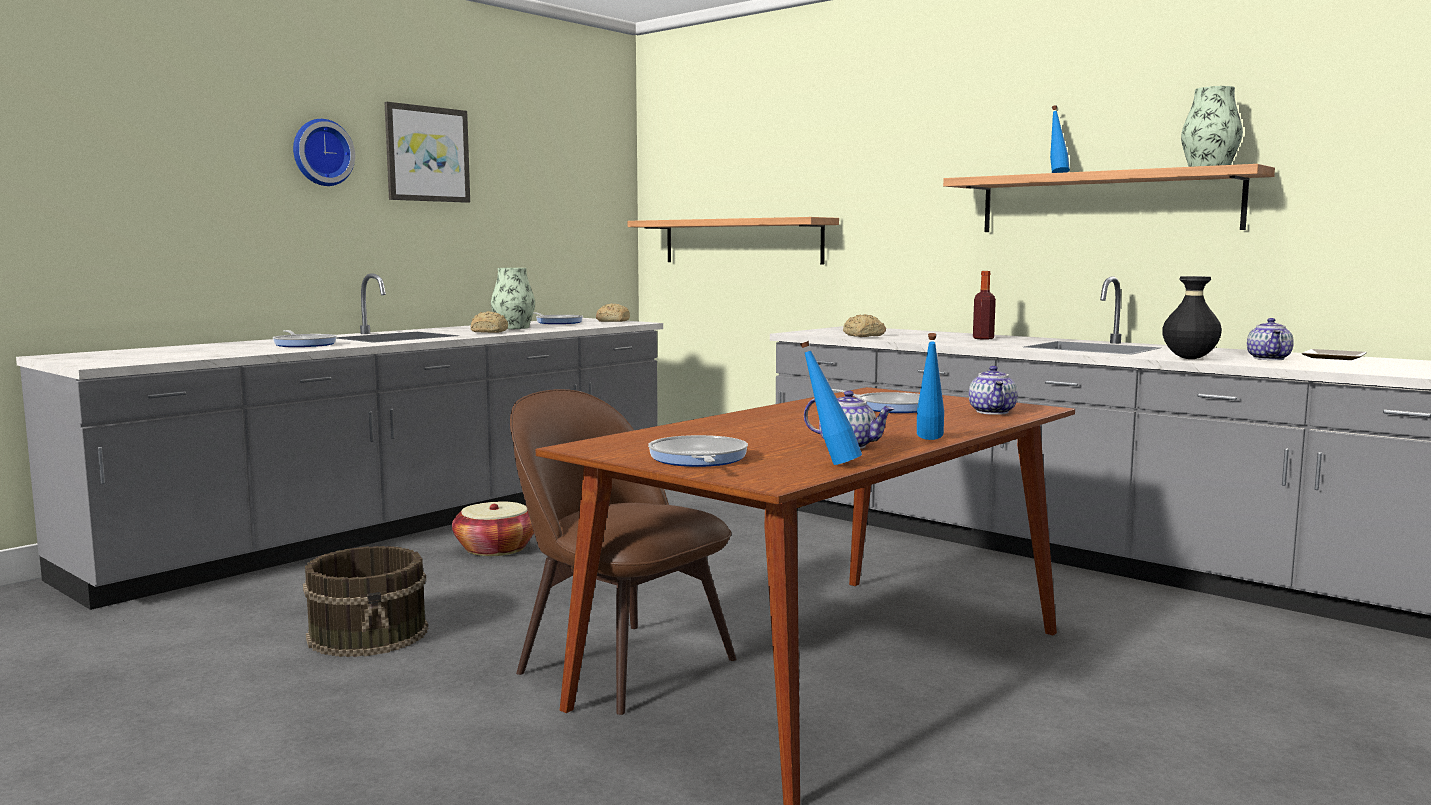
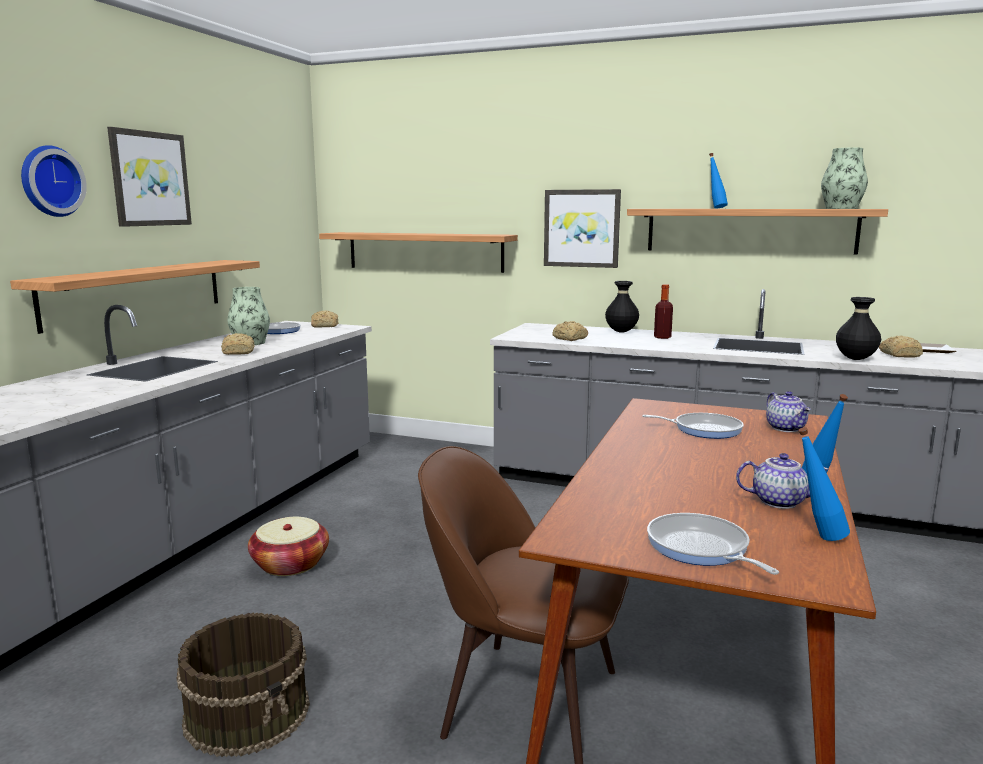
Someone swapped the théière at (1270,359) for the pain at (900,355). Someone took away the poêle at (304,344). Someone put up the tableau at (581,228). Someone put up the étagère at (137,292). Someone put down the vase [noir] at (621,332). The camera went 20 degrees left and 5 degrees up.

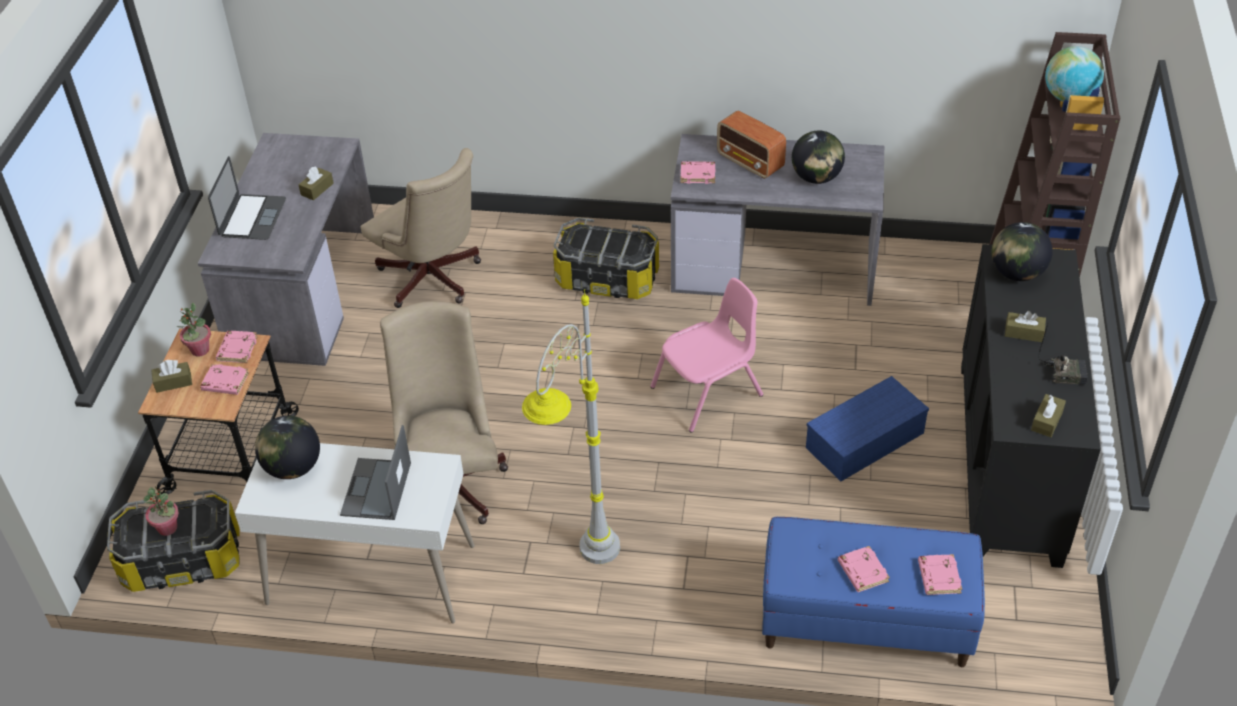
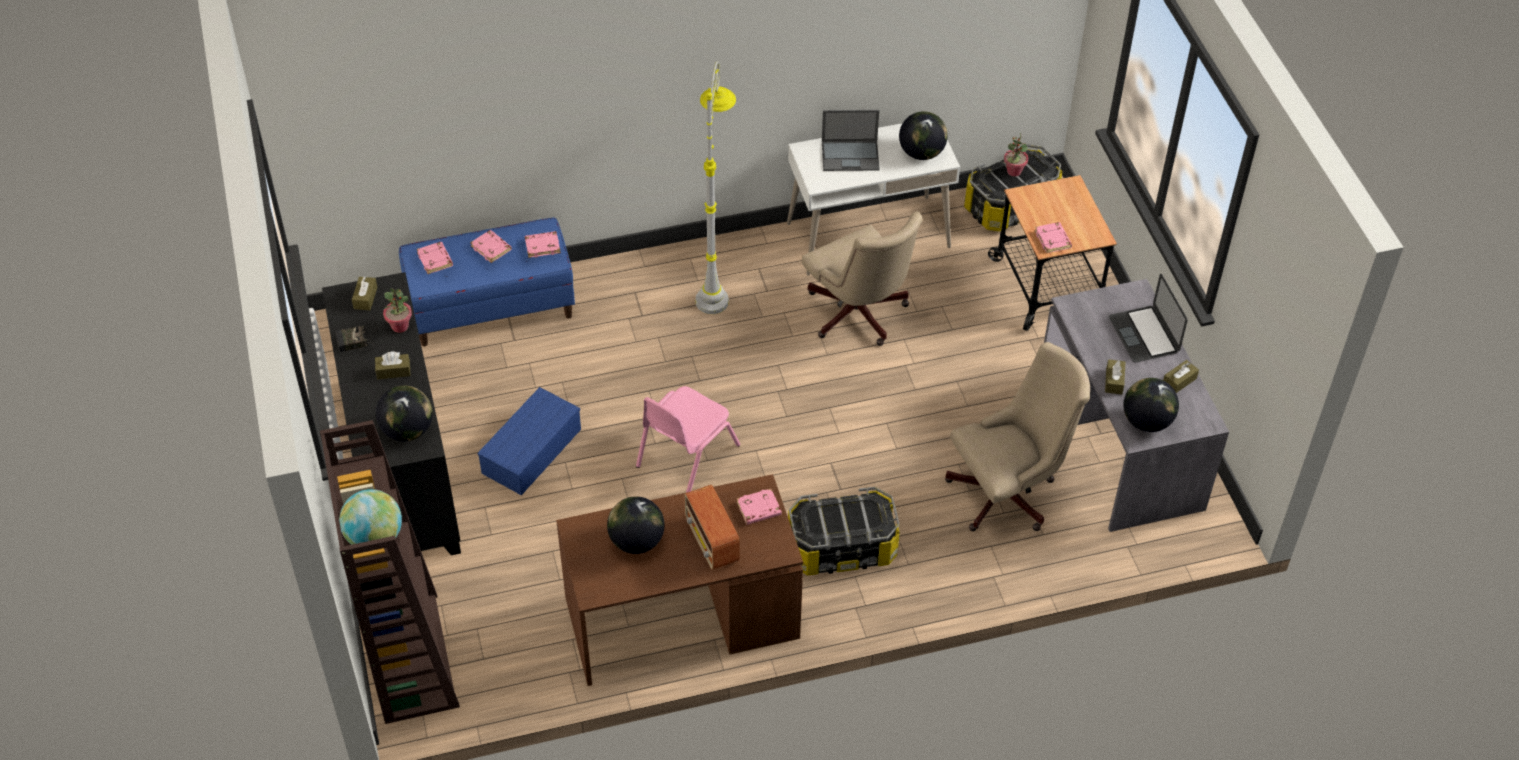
Someone rotated the radio at (750,162) by 135 degrees counterclockwise. Someone repainted the bureau [gris] at (775,265), which became the bureau [marron] at (680,619). Someone rotated the chaise de bureau [beige] at (433,281) by 135 degrees clockwise. Someone carried the plante en pot from (200,350) to (400,326). Someone carried the boîte à mouchoirs [marron] from (173,382) to (1179,381). Someone carried the livre [rose] from (224,383) to (543,246). Someone rotated the ordinateur portable at (376,490) by 105 degrees clockwise. Someone put down the globe at (1146,422). The camera went 155 degrees right and 5 degrees up.

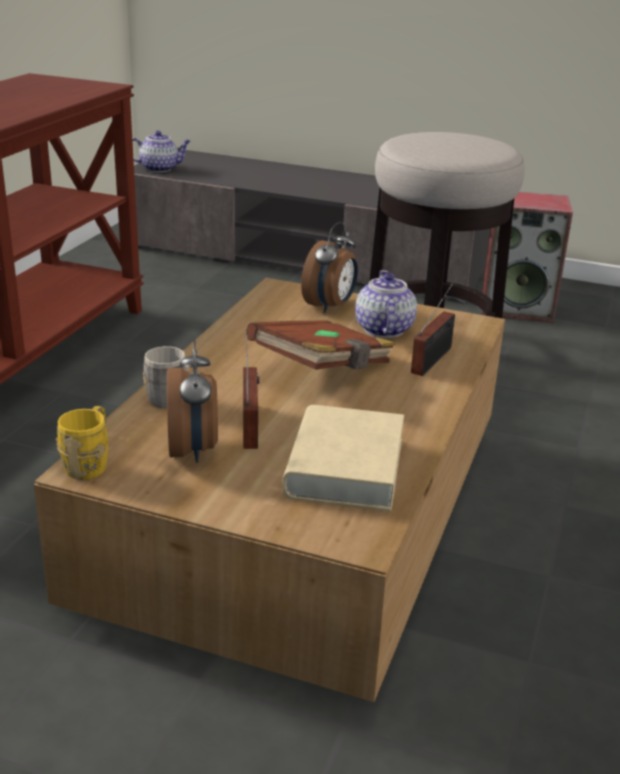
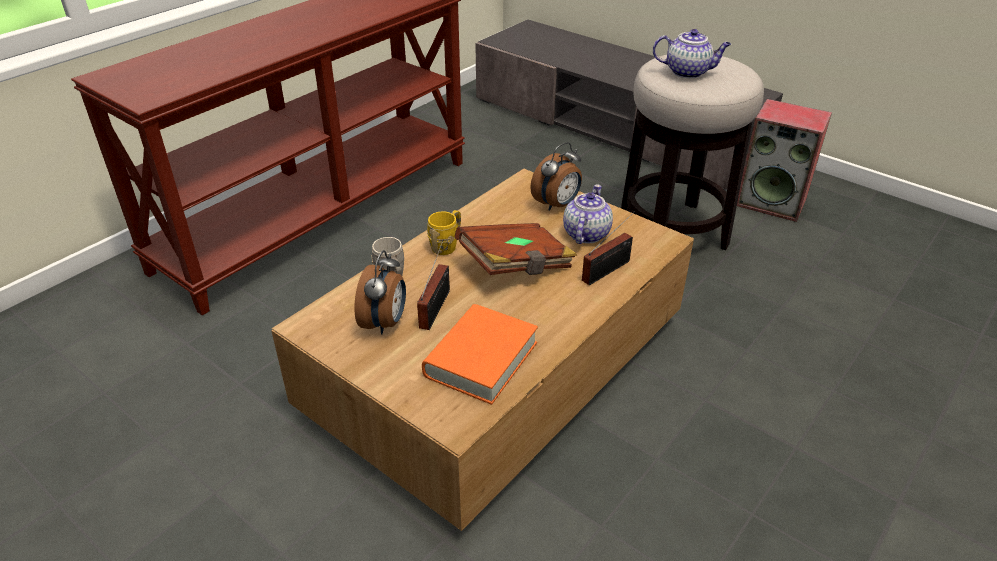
Someone carried the théière from (160,168) to (688,72). Someone repainted the livre [beige] at (345,468), which became the livre [orange] at (481,359). Someone carried the mug [jaune] from (90,463) to (447,245). The camera went 20 degrees right and 10 degrees up.

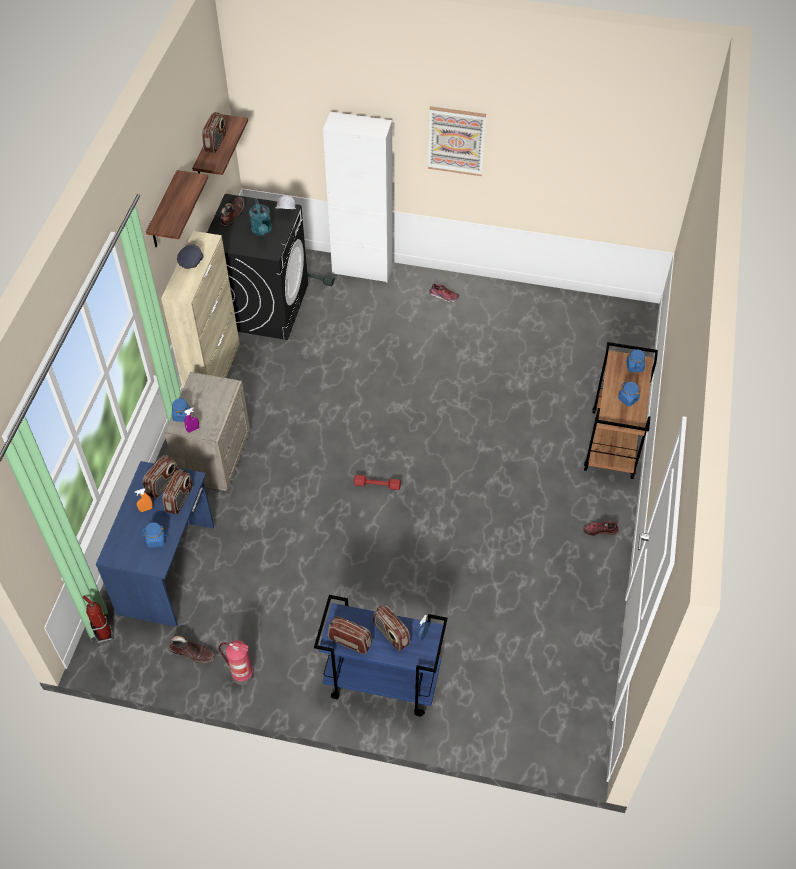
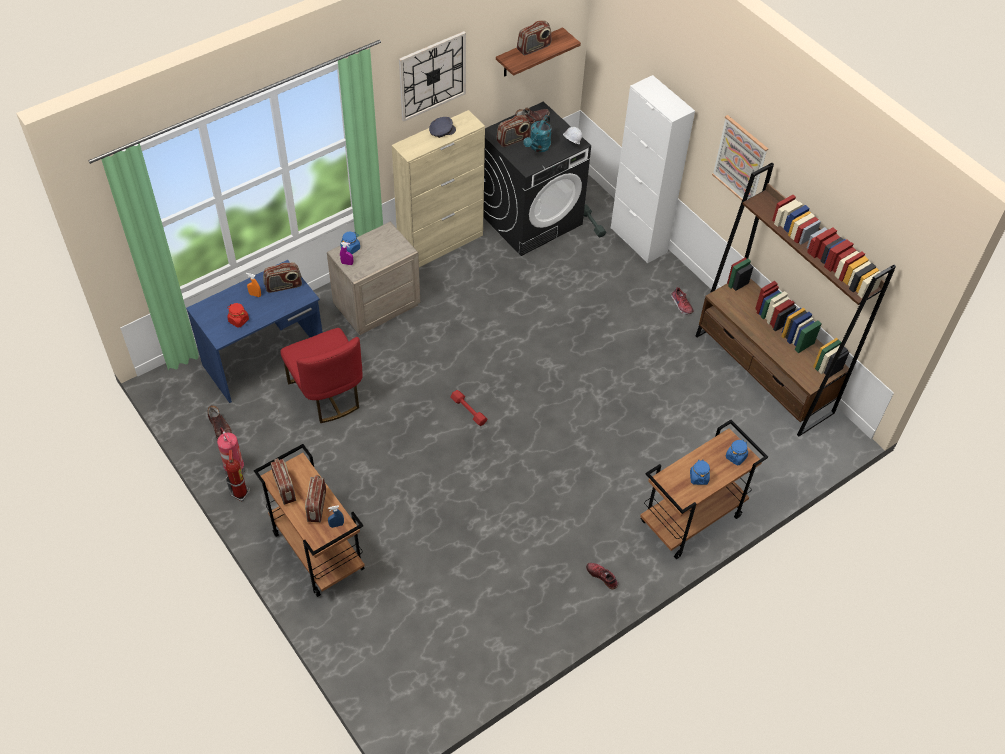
Someone swapped the étagère at (164,212) for the horloge murale at (432,76). Someone carried the radio from (180,499) to (513,140). Someone repainted the bocal [bleu] at (156,540), which became the bocal [rouge] at (238,320). Someone carried the extincteur from (104,634) to (240,493). Someone repainted the chariot [bleu] at (381,682), which became the chariot [marron] at (317,551). Someone put down the bibliothèque [marron] at (763,374). Someone put down the chaise [rouge] at (327,394). The camera went 40 degrees right and 0 degrees up.

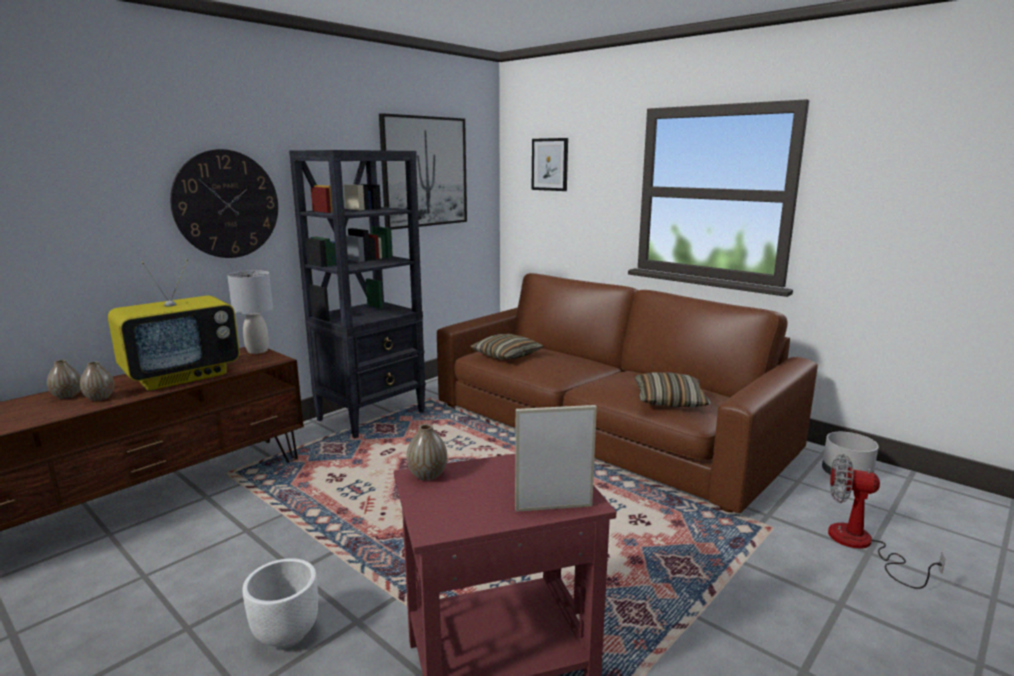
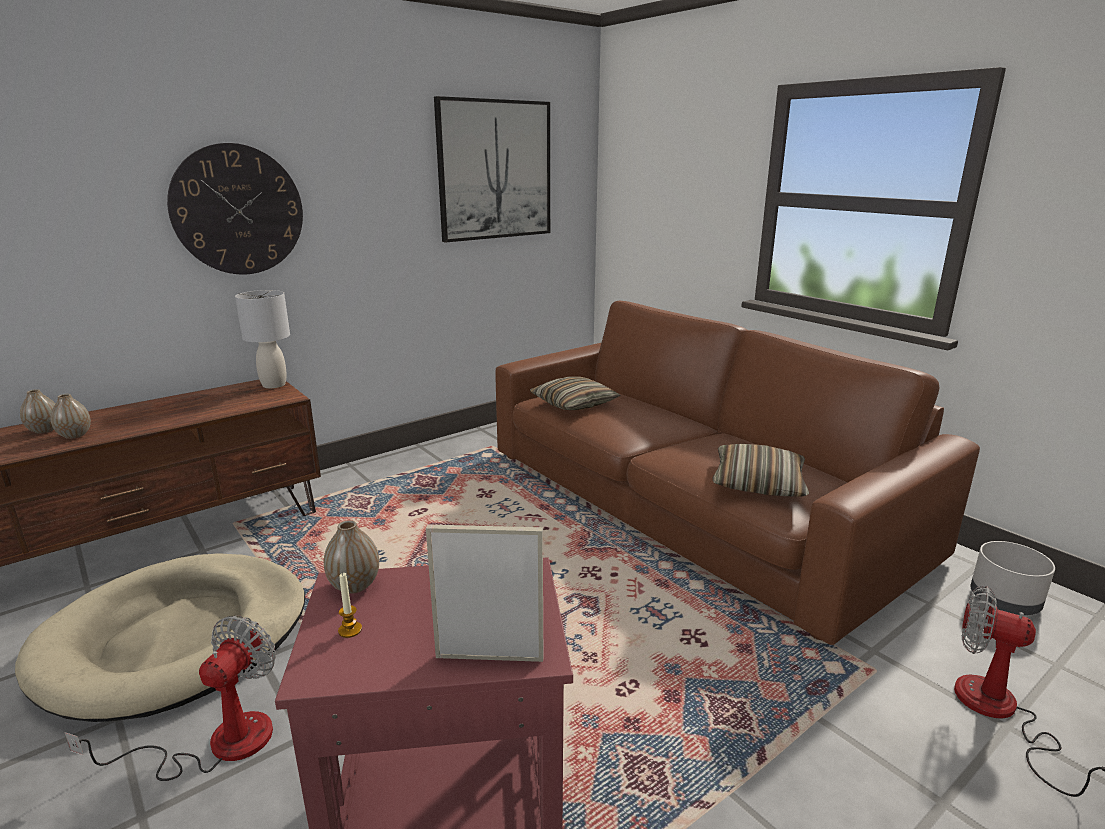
Someone took away the tableau at (550,164). Someone took away the bibliothèque [noir] at (372,416). Someone took away the téléviseur at (182,376). Someone swapped the cache-pot [blanc] at (285,635) for the ventilateur at (217,743). Someone put down the panier pour chien [beige] at (176,639). Someone put down the bougie at (350,630). The camera went 10 degrees right and 5 degrees up.

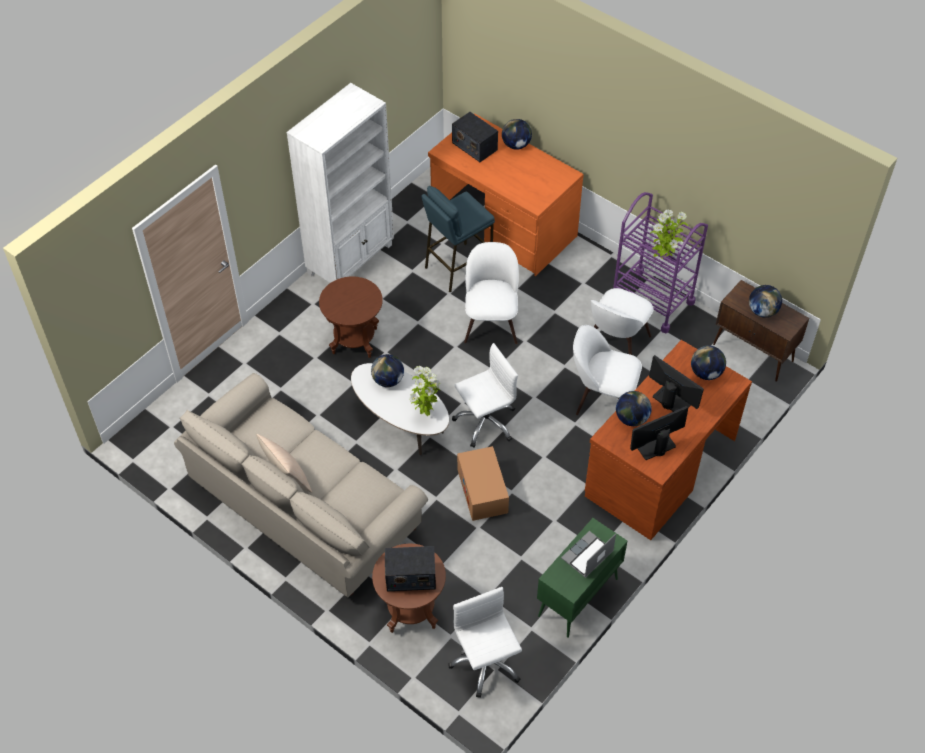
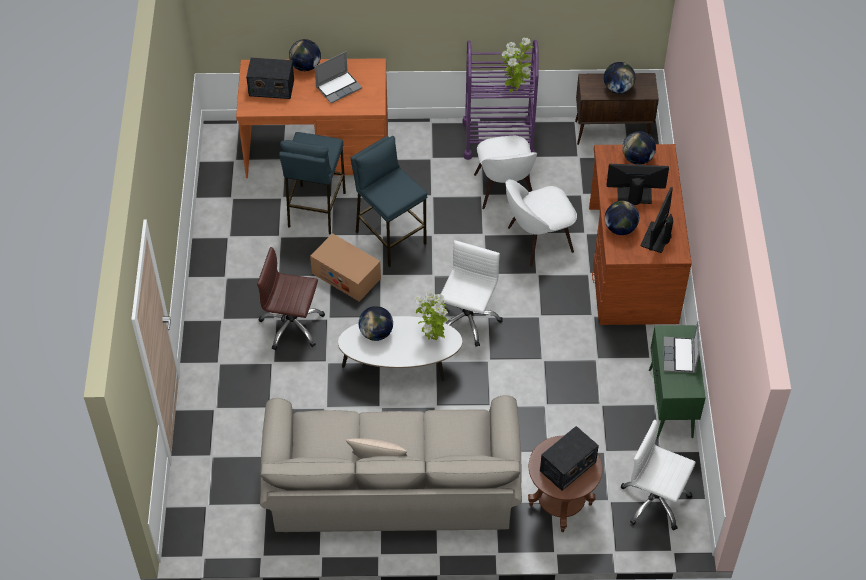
Someone took away the bibliothèque [blanc] at (351,259). Someone swapped the chaise [blanc] at (491,323) for the tabouret [bleu] at (390,237). Someone swapped the table d'appoint [marron] at (354,340) for the chaise de bureau [marron] at (292,326). Someone carried the carton from (482,491) to (346,276). Someone put down the ordinateur portable at (339,87). The camera went 40 degrees left and 0 degrees up.

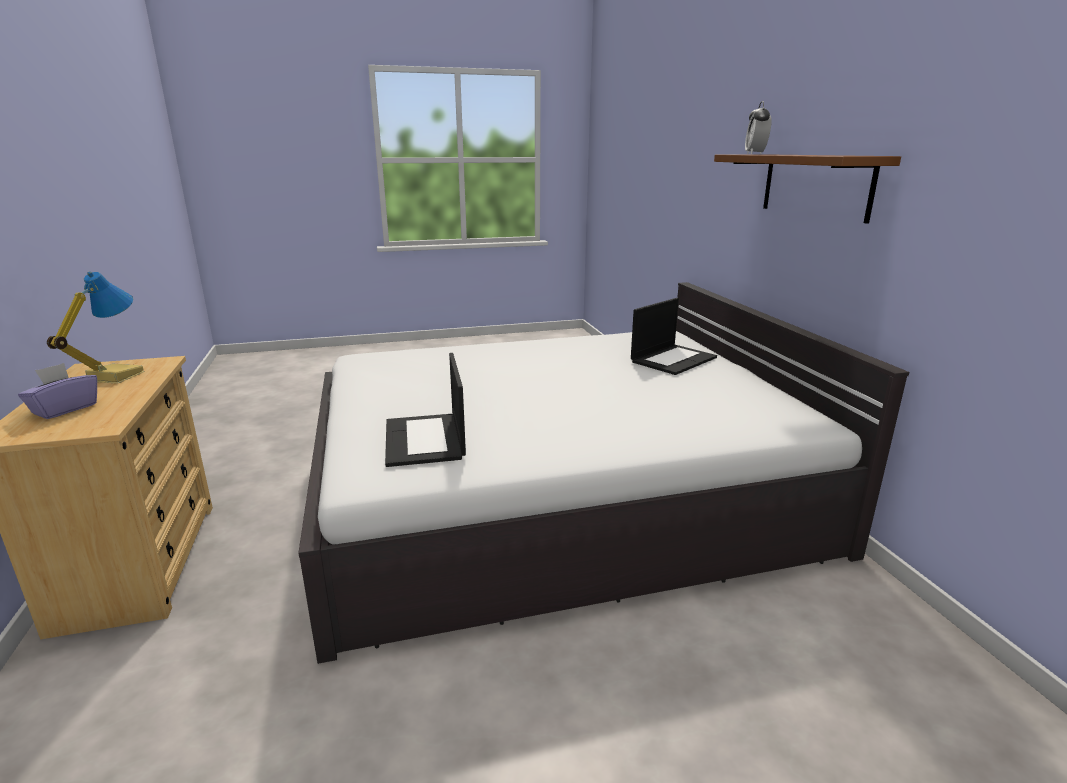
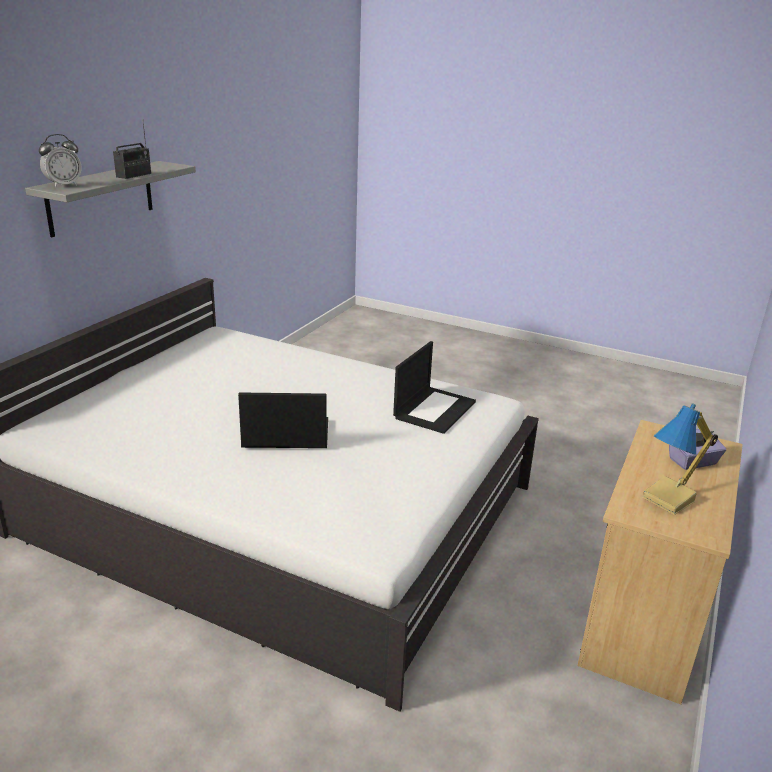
Someone repainted the étagère [marron] at (815,185), which became the étagère [gris] at (101,197). Someone carried the ordinateur portable from (673,359) to (284,434). Someone put down the radio at (134,175). The camera went 140 degrees left and 5 degrees up.

